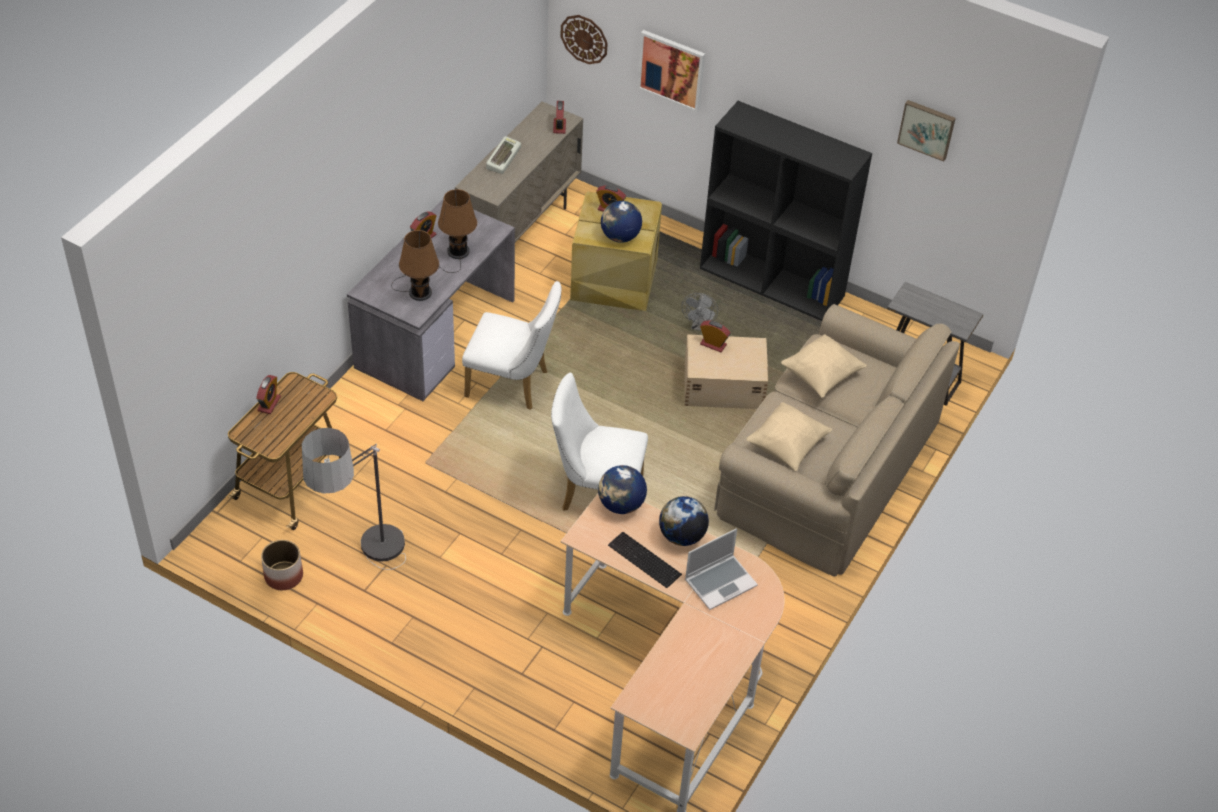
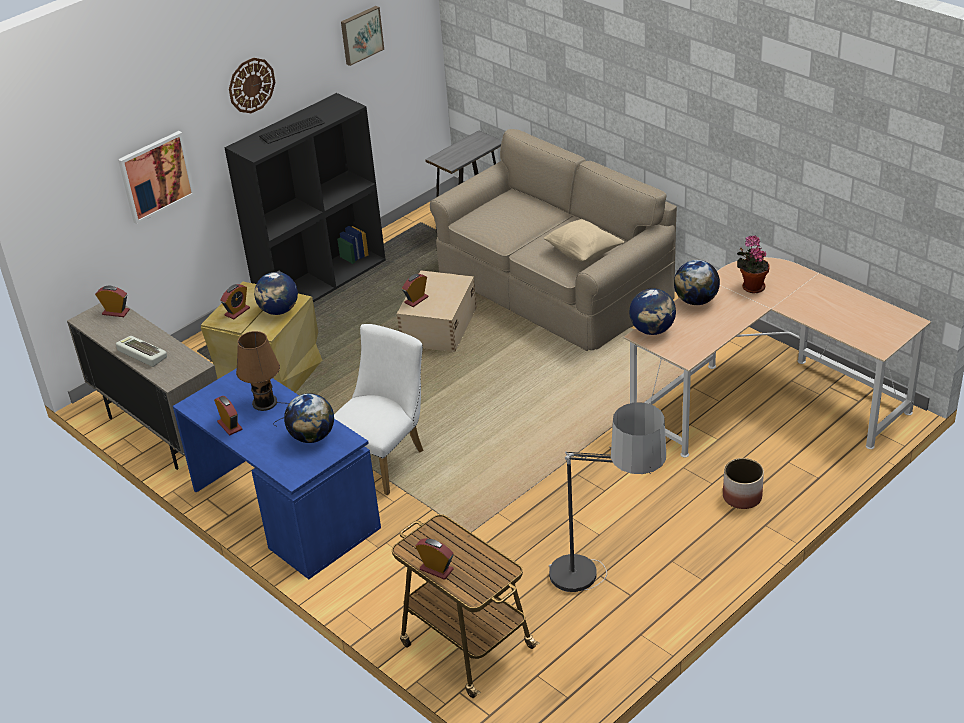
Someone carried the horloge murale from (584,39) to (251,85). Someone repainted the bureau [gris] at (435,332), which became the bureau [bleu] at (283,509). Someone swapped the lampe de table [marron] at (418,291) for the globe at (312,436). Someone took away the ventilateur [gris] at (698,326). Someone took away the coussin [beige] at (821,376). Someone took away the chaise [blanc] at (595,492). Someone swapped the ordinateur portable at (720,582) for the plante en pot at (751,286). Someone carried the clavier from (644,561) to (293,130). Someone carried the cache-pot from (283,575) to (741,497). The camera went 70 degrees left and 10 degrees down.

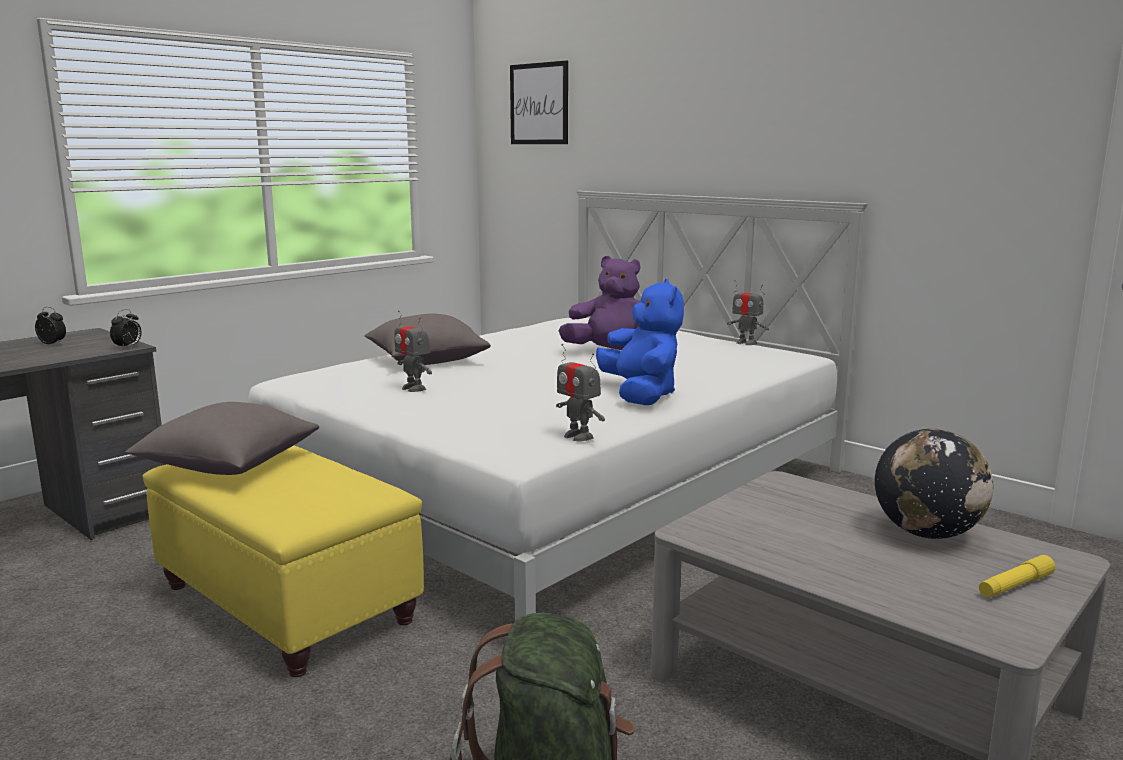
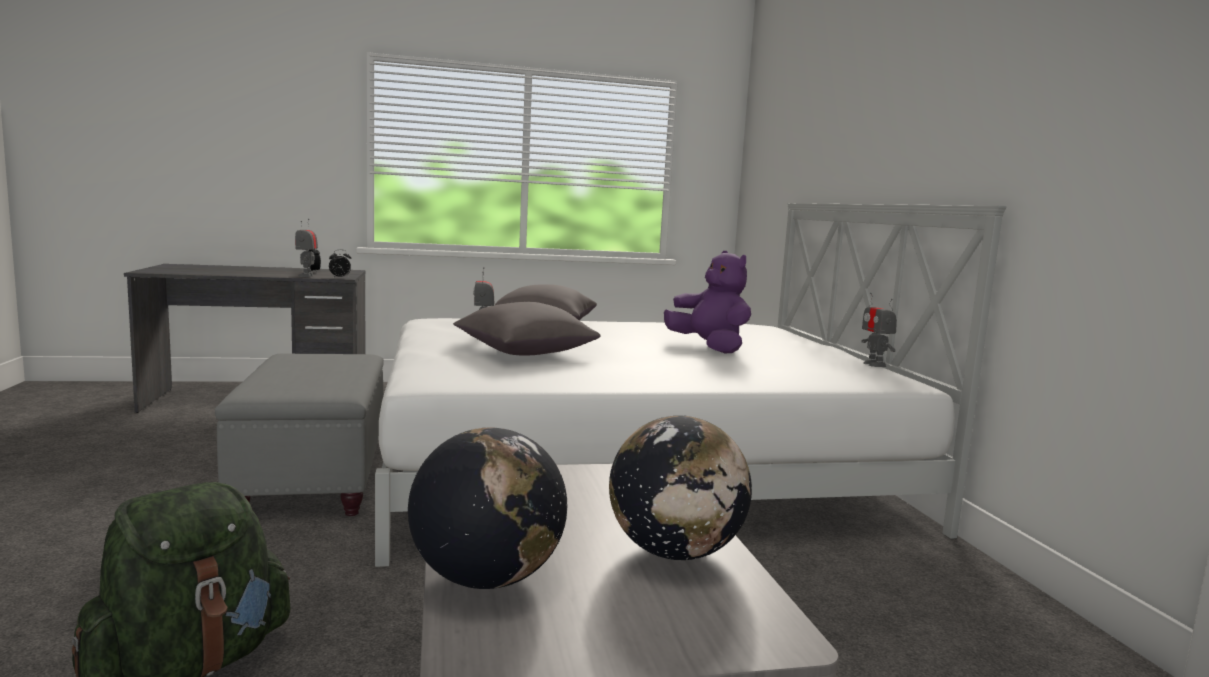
Someone took away the tableau at (539,104). Someone took away the peluche [bleu] at (640,395). Someone carried the robot jouet from (578,436) to (306,276). Someone carried the coussin [gris] from (228,466) to (524,353). Someone repainted the pouf [jaune] at (288,604), which became the pouf [gris] at (313,478). Someone took away the lampe de poche [jaune] at (1015,585). Someone put down the globe at (487,578). The camera went 35 degrees right and 5 degrees down.

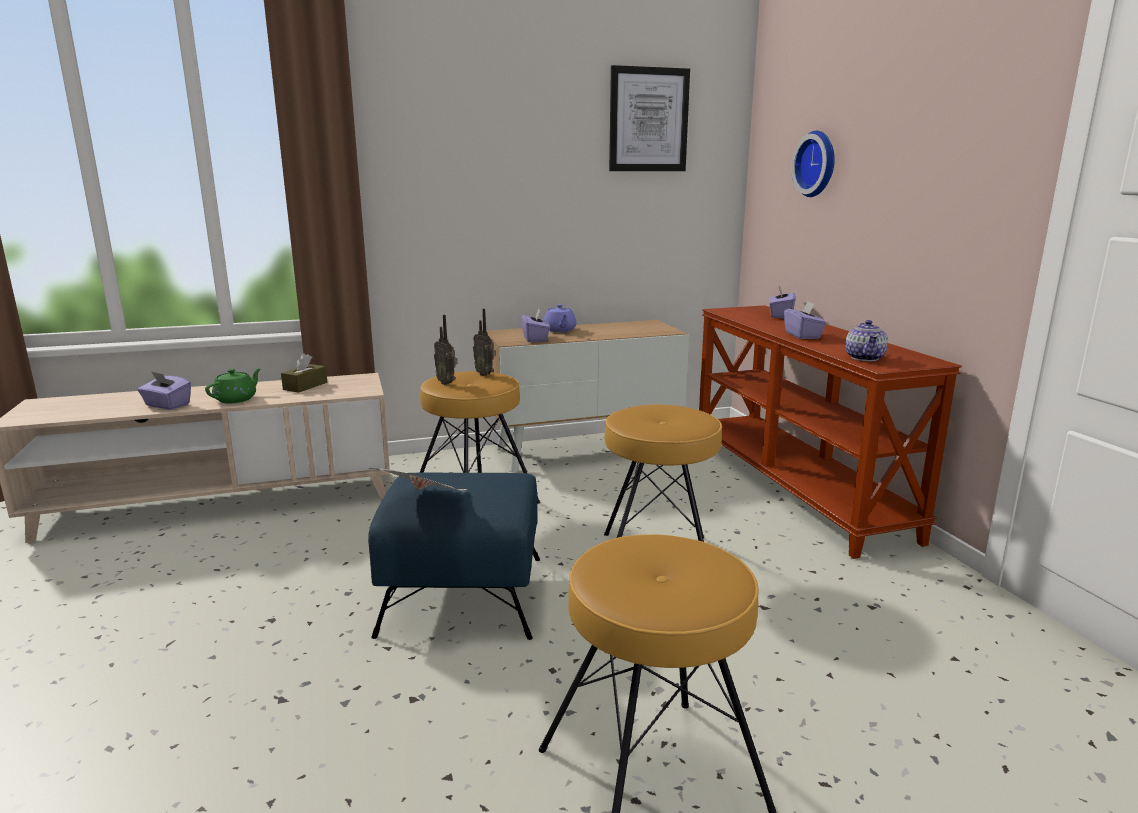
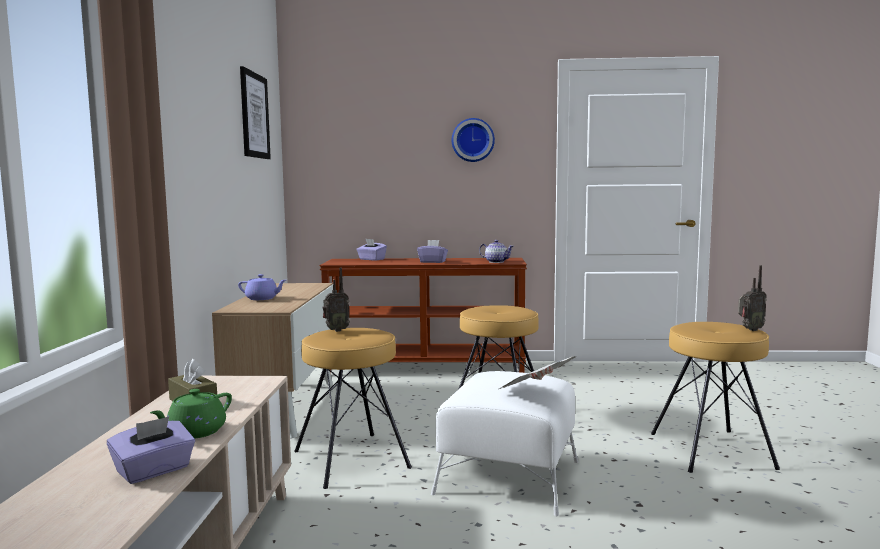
Someone carried the horloge murale from (818,164) to (473,140). Someone took away the boîte à mouchoirs [violet] at (535,339). Someone carried the radio from (447,383) to (749,330). Someone rotated the théière [vert] at (236,399) by 105 degrees counterclockwise. Someone repainted the pouf [bleu] at (464,595), which became the pouf [blanc] at (509,476). The camera went 70 degrees left and 10 degrees down.

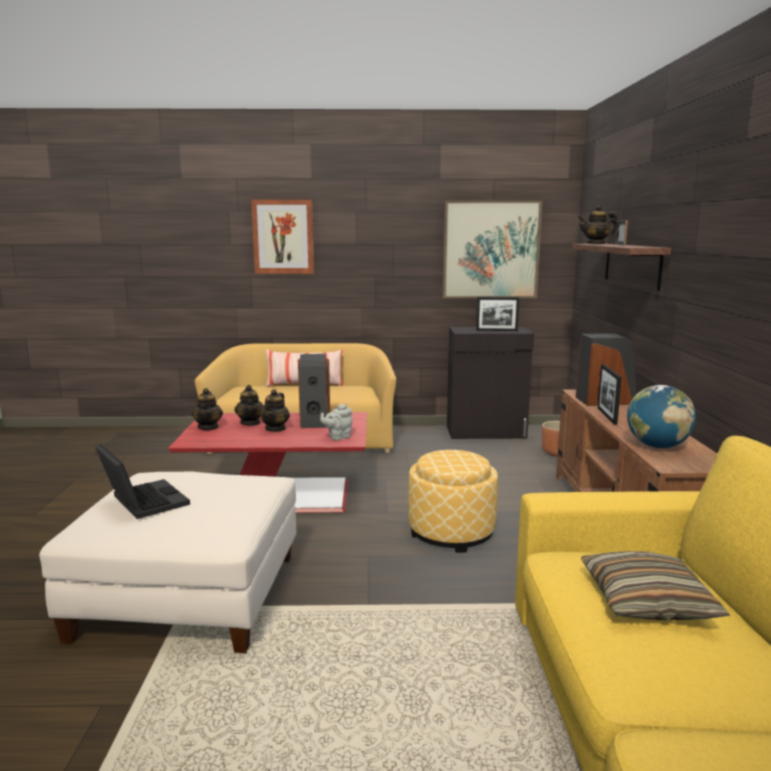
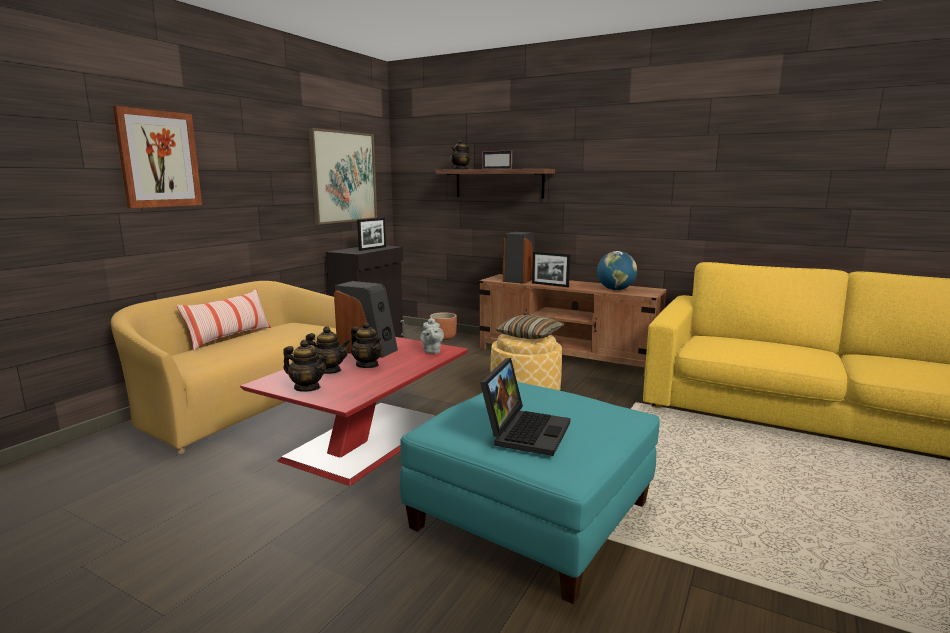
Someone rotated the ordinateur portable at (142,501) by 120 degrees clockwise. Someone repainted the pouf [blanc] at (190,595), which became the pouf [turquoise] at (531,515). Someone carried the coussin from (647,601) to (529,336). The camera went 60 degrees left and 0 degrees up.

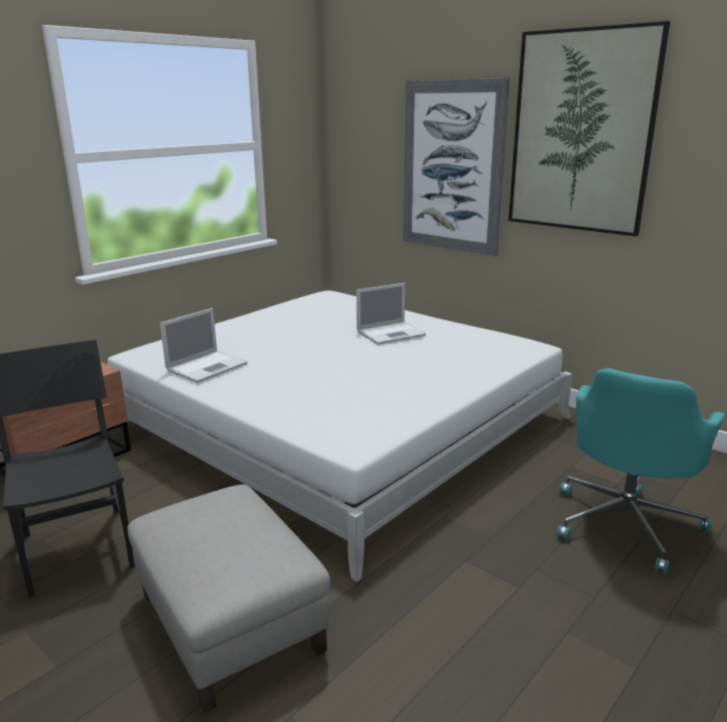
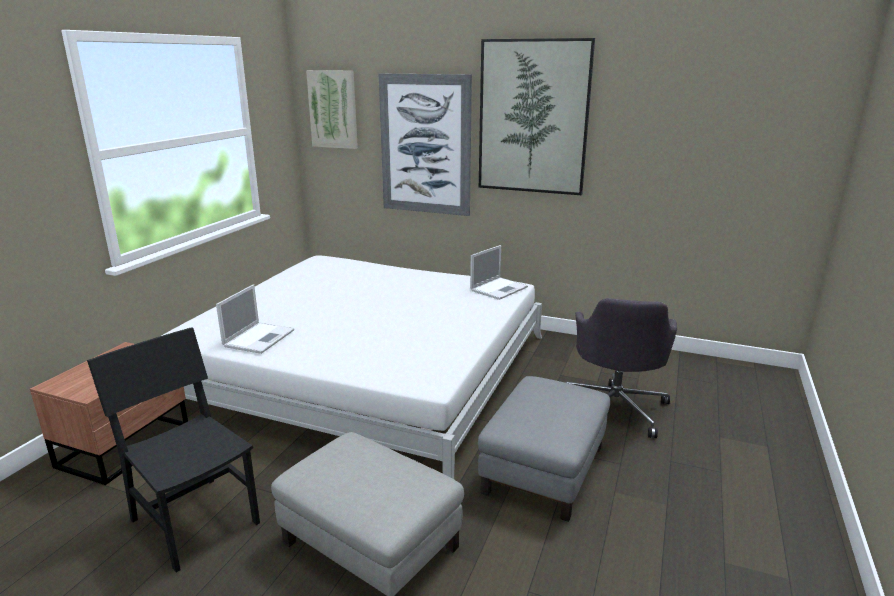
Someone carried the ordinateur portable from (391,333) to (499,288). Someone repainted the chaise de bureau [turquoise] at (626,522), which became the chaise de bureau [gris] at (615,408). Someone put up the tableau at (333,109). Someone put down the pouf [gris] at (543,469). The camera went 20 degrees left and 0 degrees up.

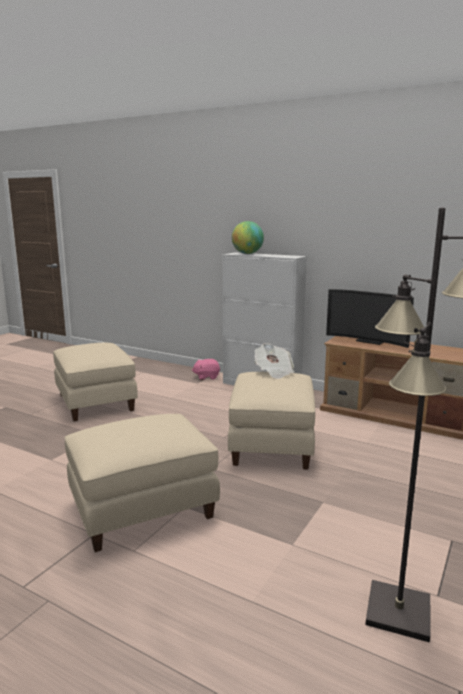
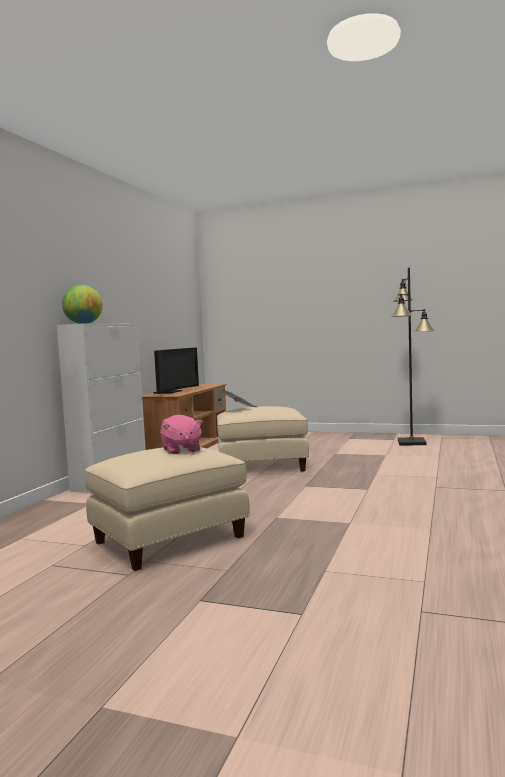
Someone carried the peluche [rose] from (206,377) to (181,450). Someone took away the pouf [beige] at (142,510). The camera went 100 degrees left and 10 degrees down.

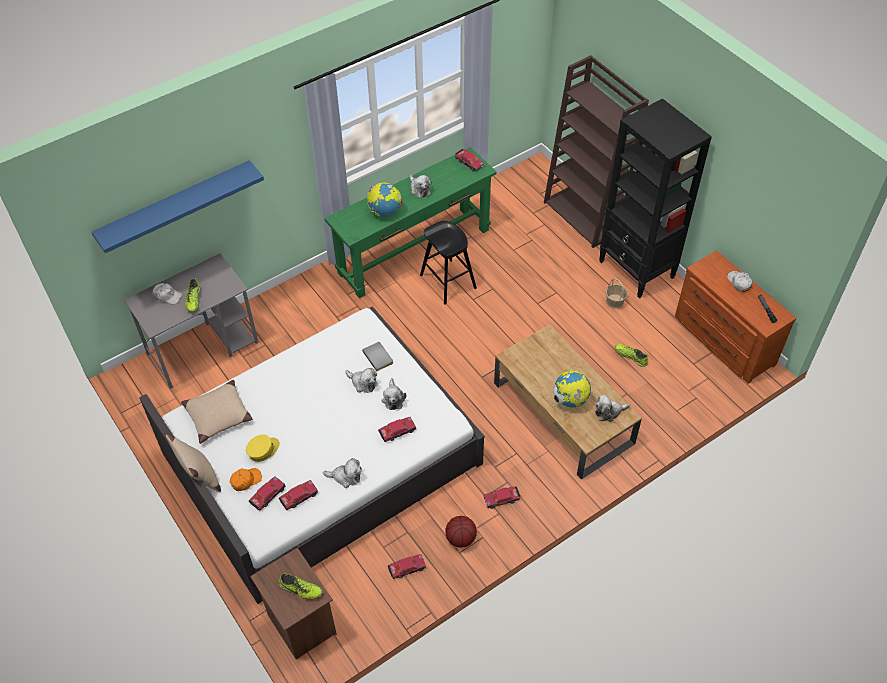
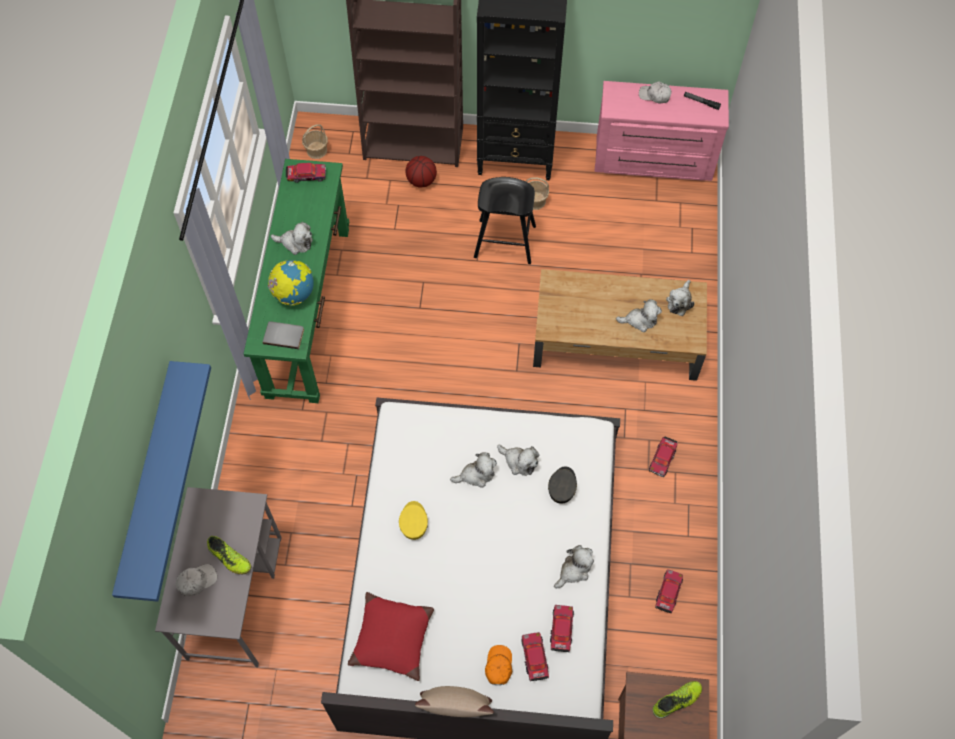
Someone carried the tabouret [noir] from (448,281) to (504,241). Someone repainted the commode [marron] at (722,341), which became the commode [rose] at (653,161). Someone carried the livre [gris] from (379,357) to (284,335). Someone took away the chaussure at (631,356). Someone swapped the globe at (570,400) for the peluche at (640,320). Someone repainted the coussin [beige] at (218,416), which became the coussin [rouge] at (393,638). Someone swapped the petite voiture at (397,431) for the casquette [gris] at (562,487). Someone carried the casquette [jaune] from (263,450) to (413,522). Someone carried the ballon de basket from (460,539) to (421,181). Someone put down the panier at (317,150). The camera went 50 degrees left and 10 degrees up.

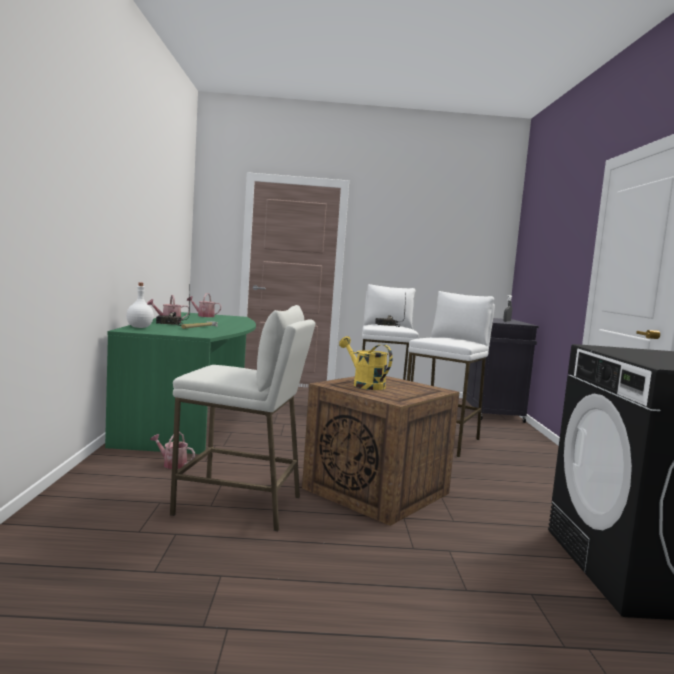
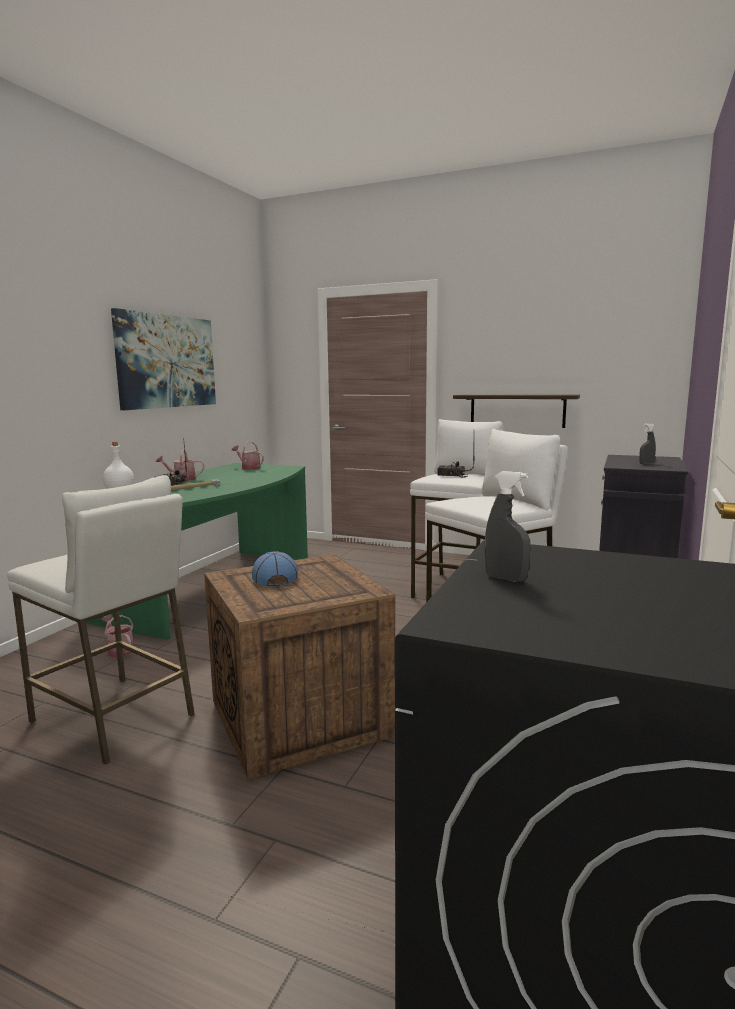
Someone swapped the arrosoir [jaune] at (364,384) for the casquette at (273,576). Someone put up the tableau at (167,361). Someone put up the étagère at (517,410). Someone put down the vaporisateur [gris] at (505,579). The camera went 25 degrees right and 5 degrees up.

